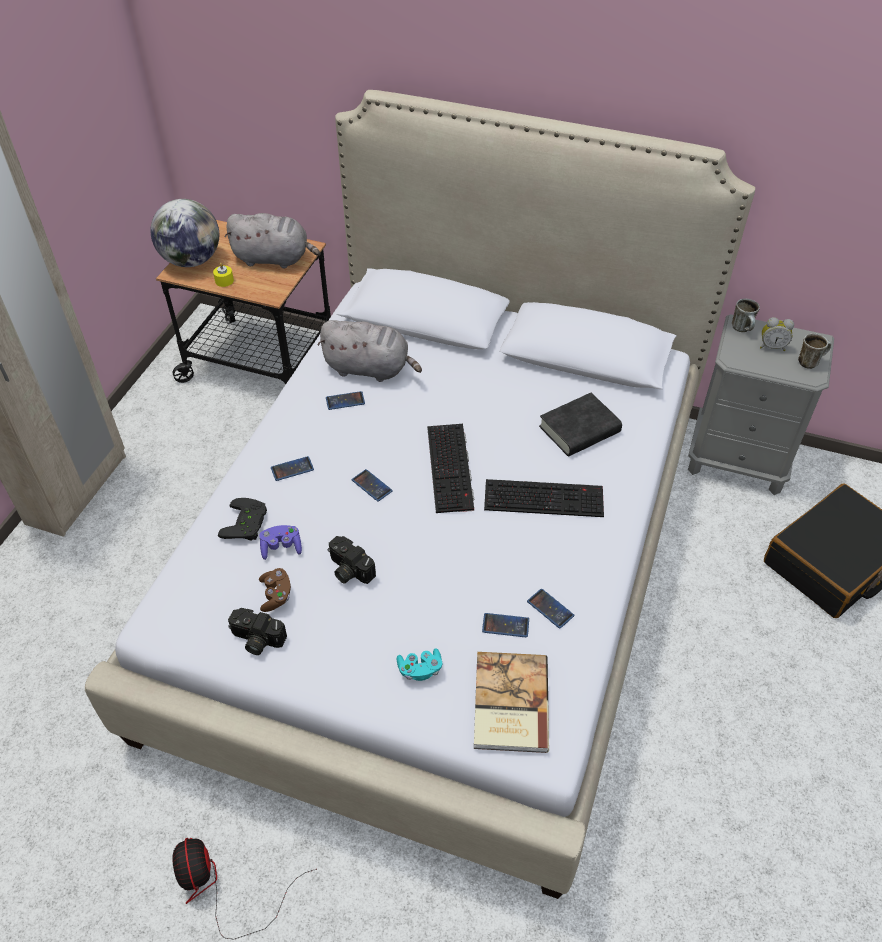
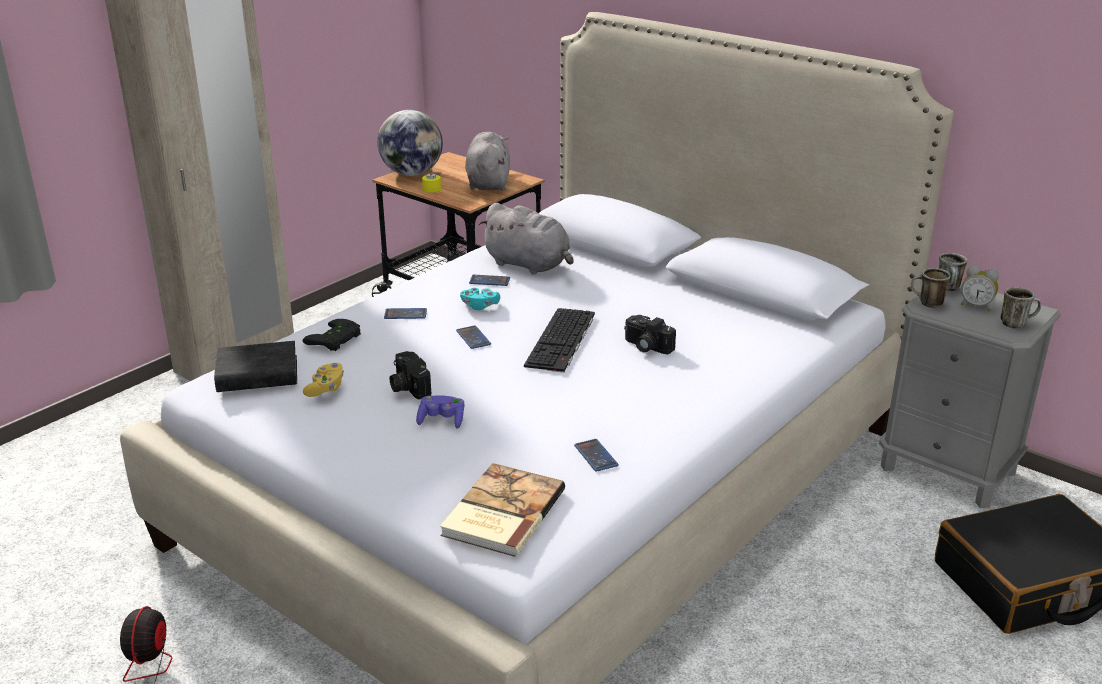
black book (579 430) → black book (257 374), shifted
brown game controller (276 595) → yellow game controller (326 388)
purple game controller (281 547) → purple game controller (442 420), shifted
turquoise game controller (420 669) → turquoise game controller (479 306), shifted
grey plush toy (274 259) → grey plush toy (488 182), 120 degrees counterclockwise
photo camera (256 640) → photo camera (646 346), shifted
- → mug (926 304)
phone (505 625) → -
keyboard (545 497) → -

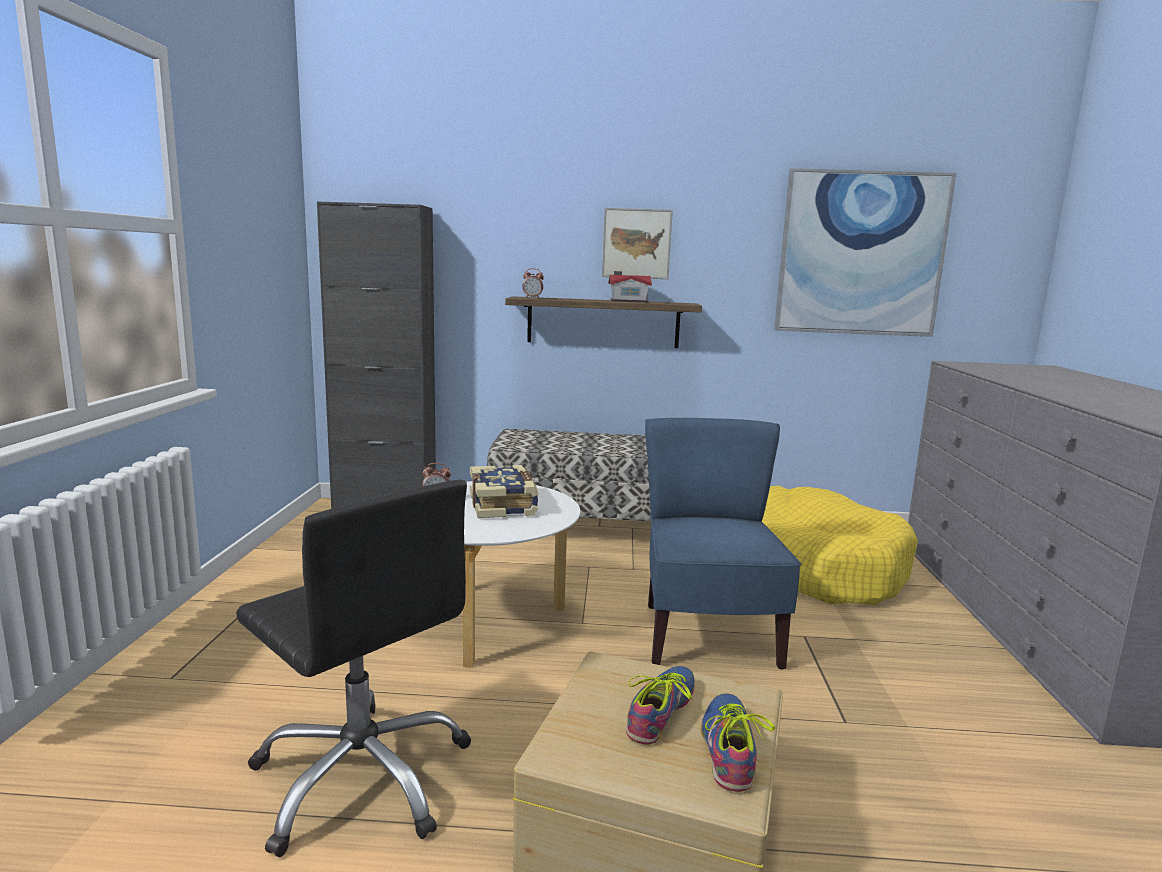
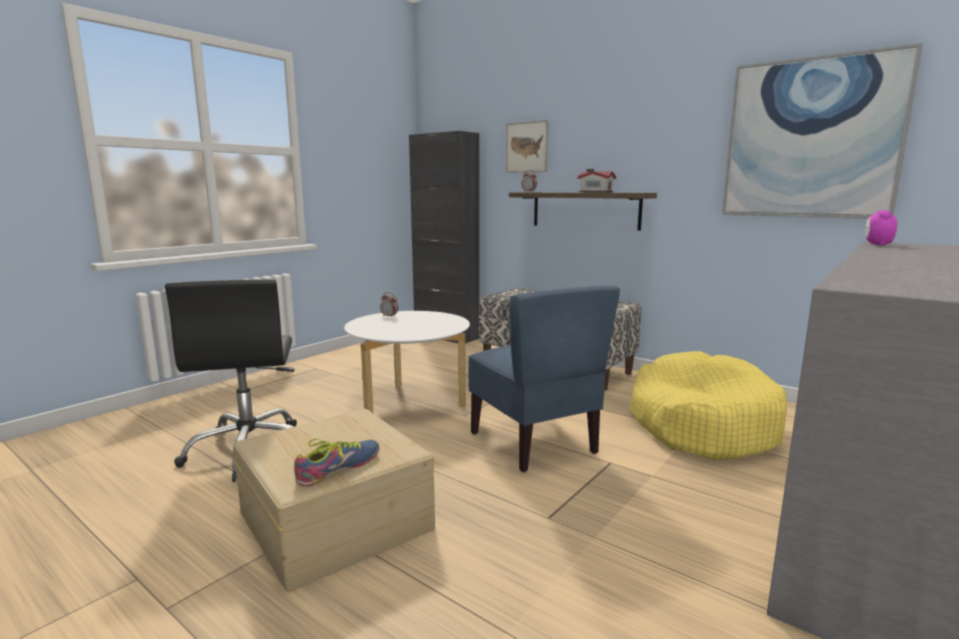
blue chair (707 635) → blue chair (534 443), 120 degrees clockwise
picture (636 243) → picture (527 147), shifted
- → alarm clock (877 244)
book (504 505) → -
shoe (660 711) → -

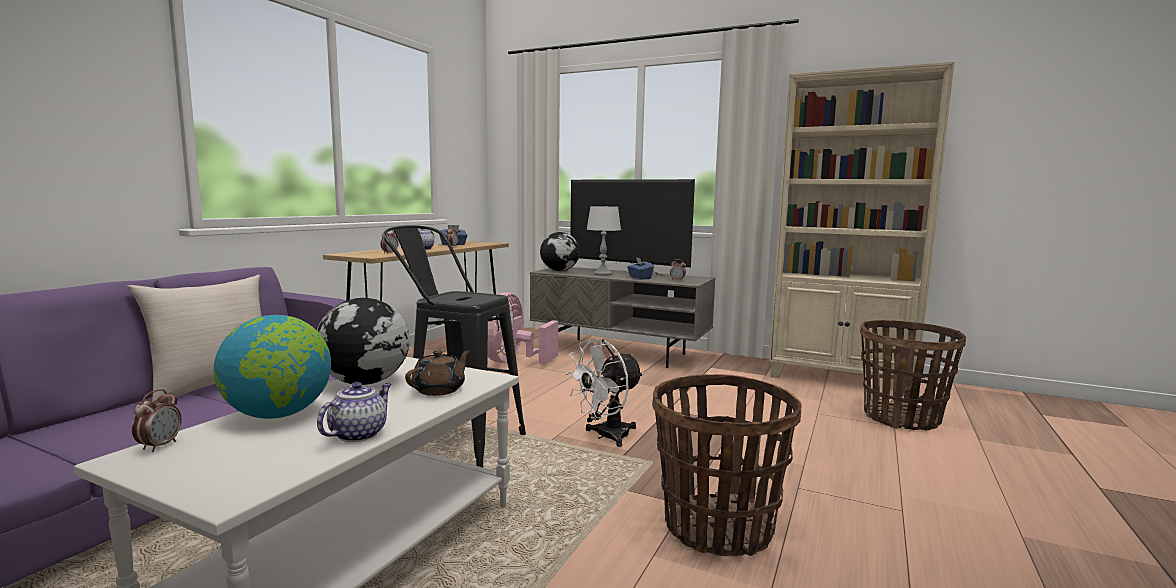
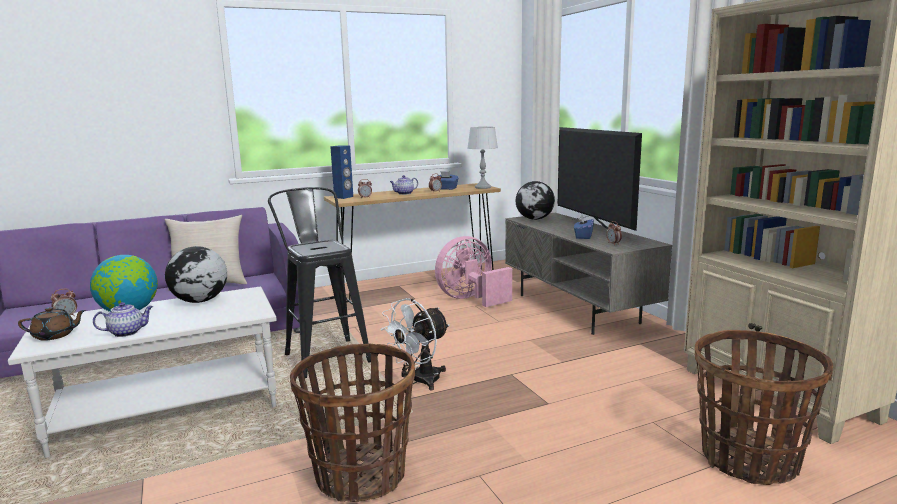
brown teapot (440 390) → brown teapot (55 335), shifted
- → blue speaker (344 197)
white fan (606 436) → white fan (419 381), 45 degrees counterclockwise
grey table lamp (602 274) → grey table lamp (482 187), shifted

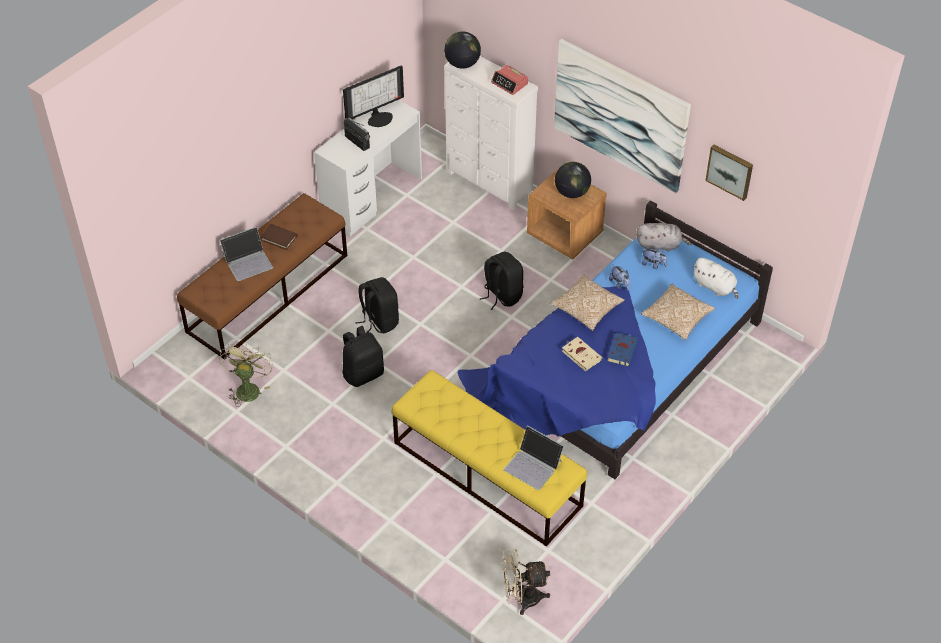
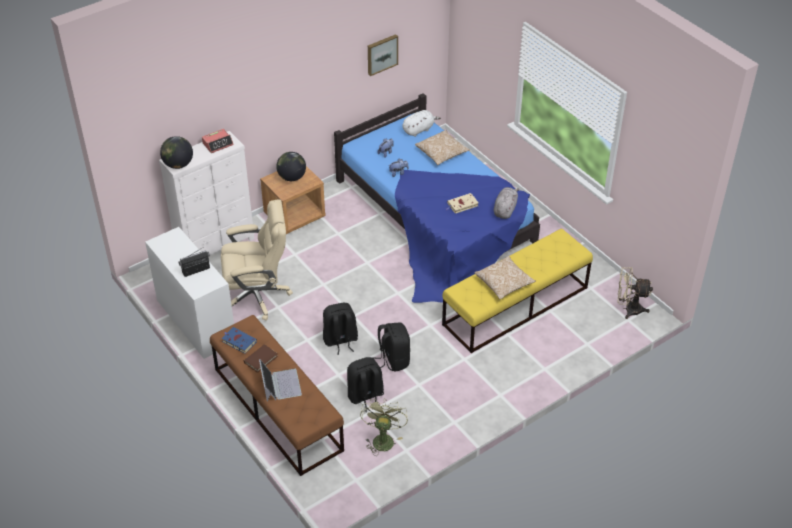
- → beige office chair (257 295)
blue book (622 350) → blue book (238 341), shifted
black backpack (501 295) → black backpack (365 396), shifted
green fan (248 388) → green fan (382 438), 75 degrees clockwise
pillow (586 309) → pillow (504 283), shifted
grey plush toy (660 245) → grey plush toy (505 210), shifted
beige fan (522 598) → beige fan (628 309), 90 degrees clockwise
monitor (379 117) → -
laptop (533 465) → -
picture (620 115) → -

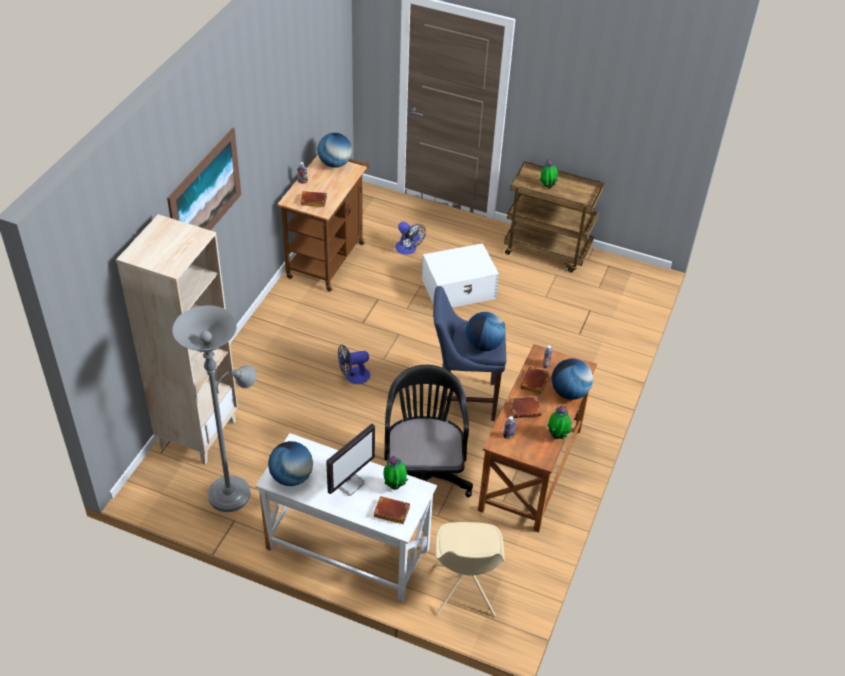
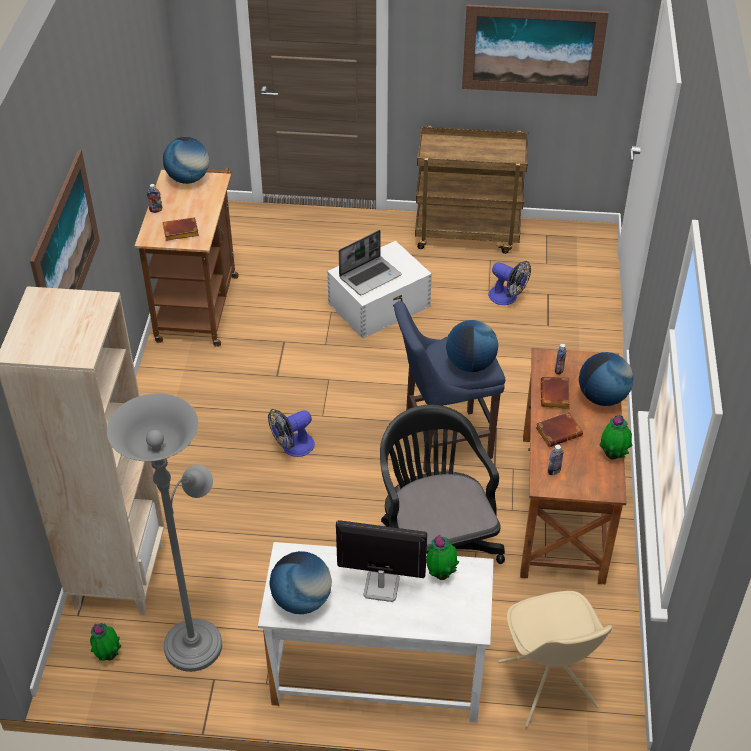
potted plant (547 186) → potted plant (108 655), shifted
monitor (349 482) → monitor (380 587), 105 degrees counterclockwise
- → laptop (370 276)
- → picture (533 50)
fan (408 249) → fan (507 298), shifted
brown book (390 512) → -

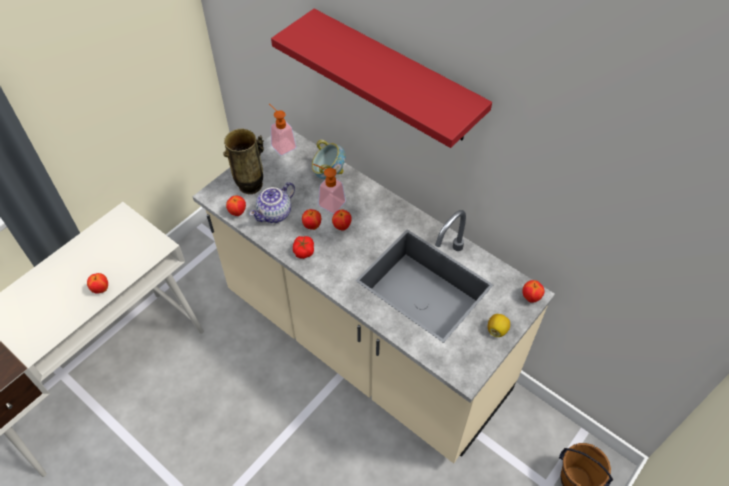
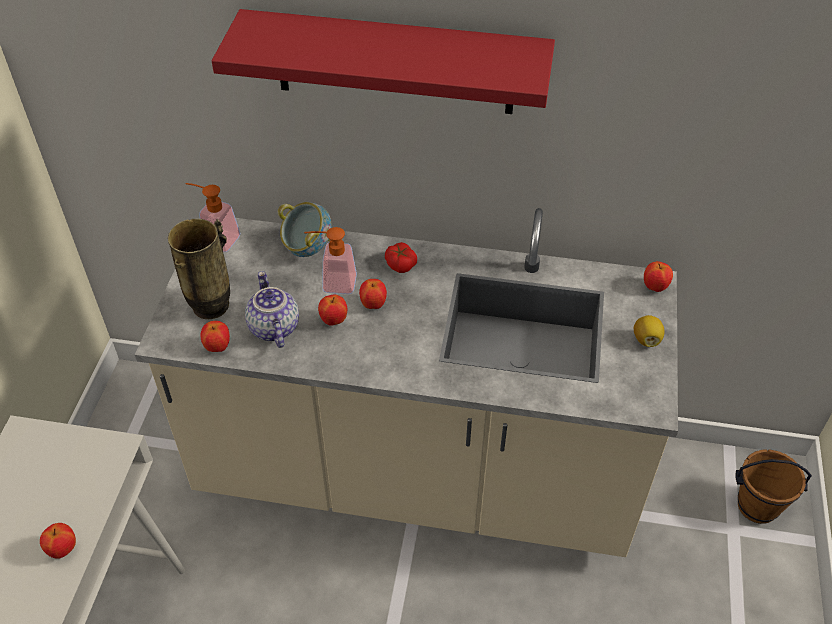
teapot (275 214) → teapot (272 327), 150 degrees clockwise
tomato (303 251) → tomato (400 264), shifted

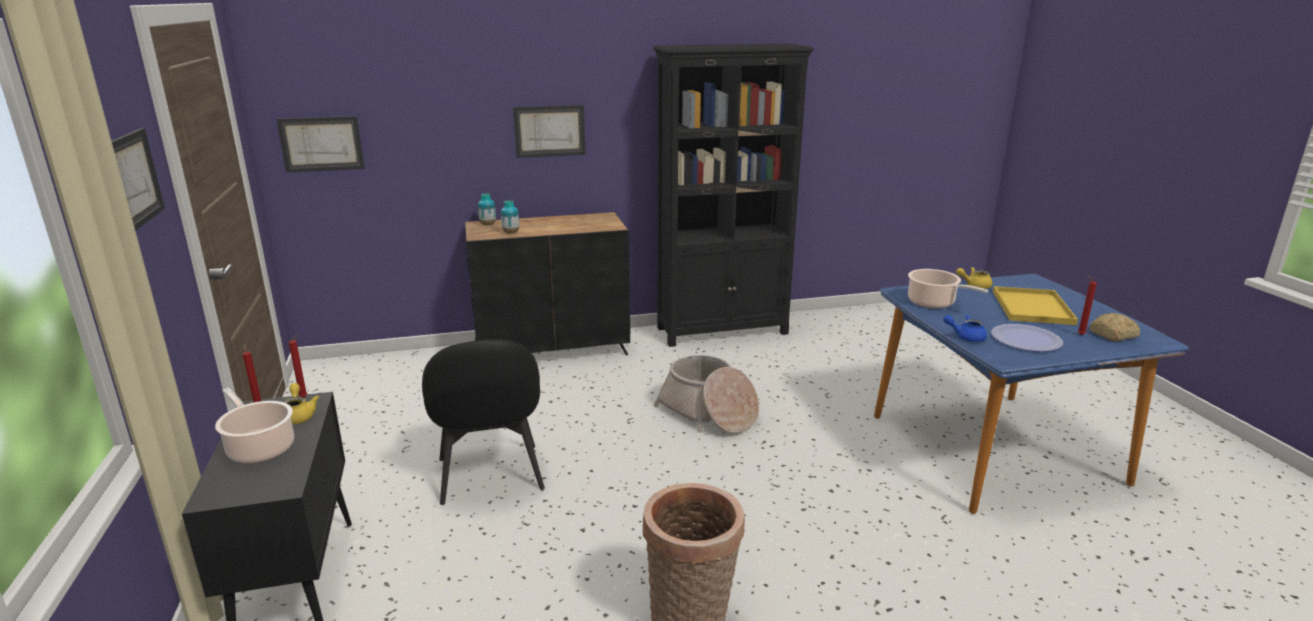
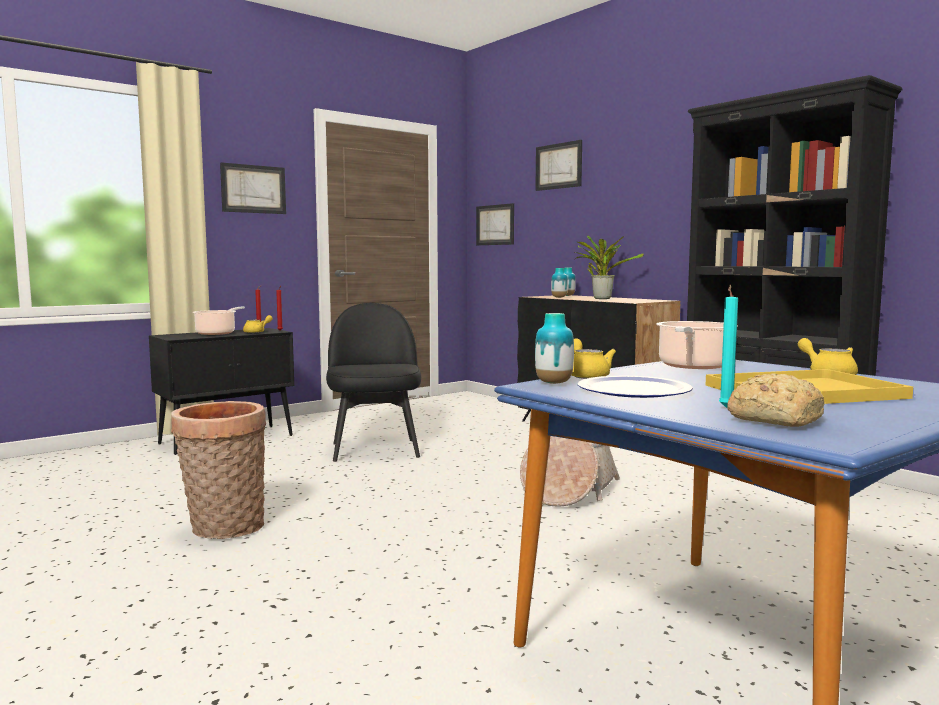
black chair (490 476) → black chair (375 449), 120 degrees clockwise
picture (549 131) → picture (558 166), shifted
- → vase (554 383)
blue teapot (965 337) → yellow teapot (586 375)
- → potted plant (601 298)
red candle (1079 334) → turquoise candle (726 407)

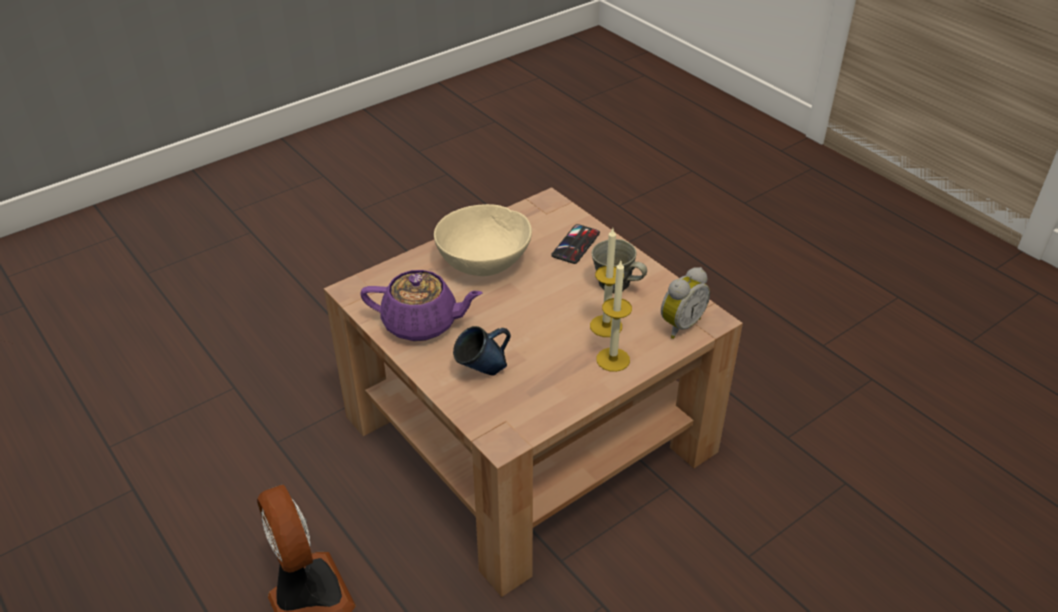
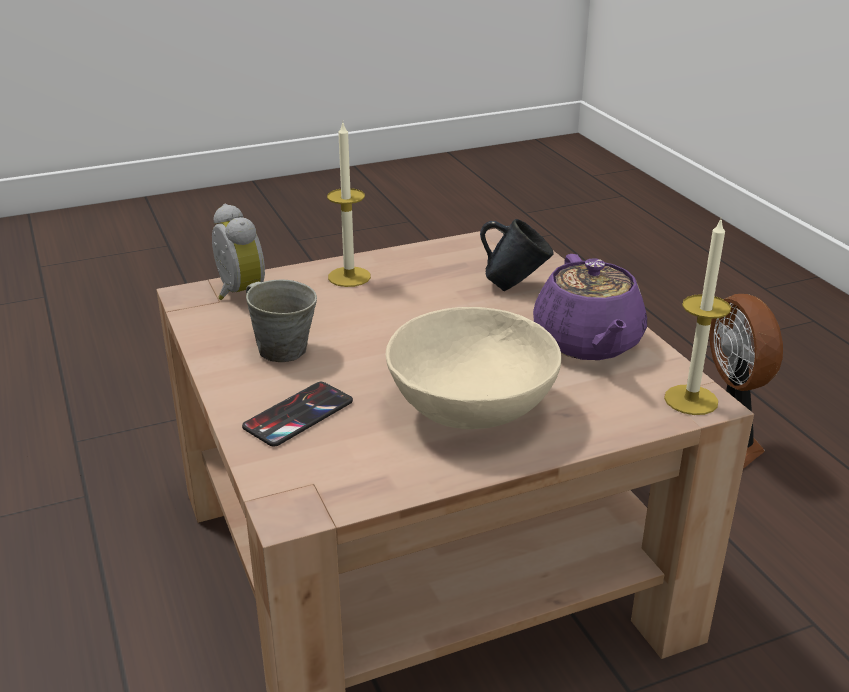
alarm clock (679 325) → alarm clock (237 295), 90 degrees clockwise
purple teapot (422 324) → purple teapot (588 342), 120 degrees counterclockwise
candle (606 326) → candle (691 400), shifted

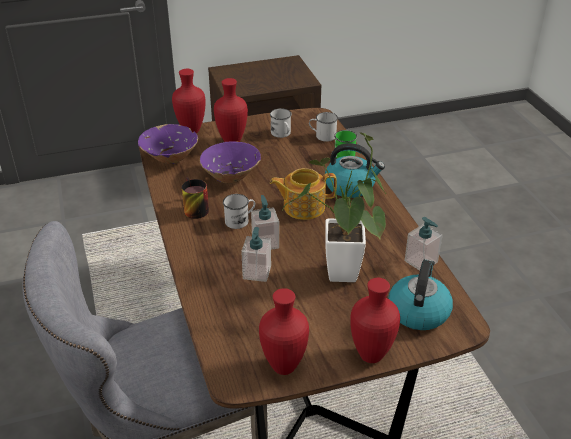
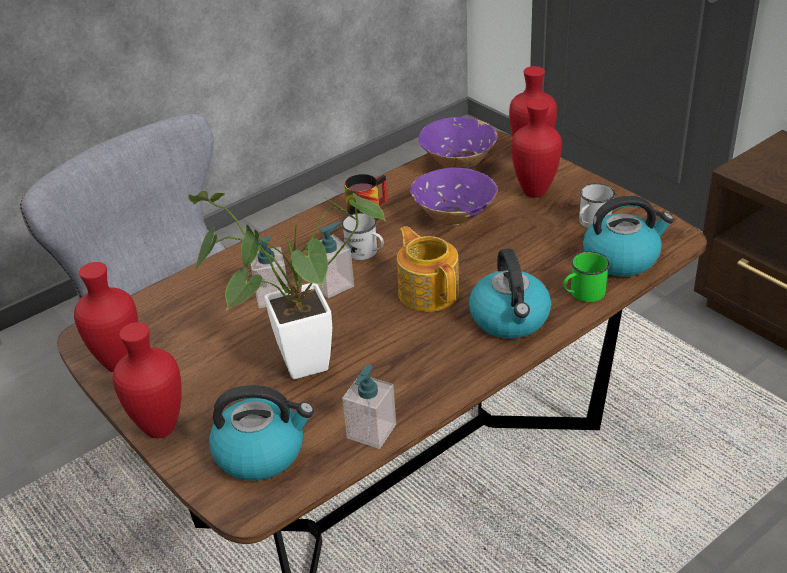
white mug (322 136) → kettle (622 258)

